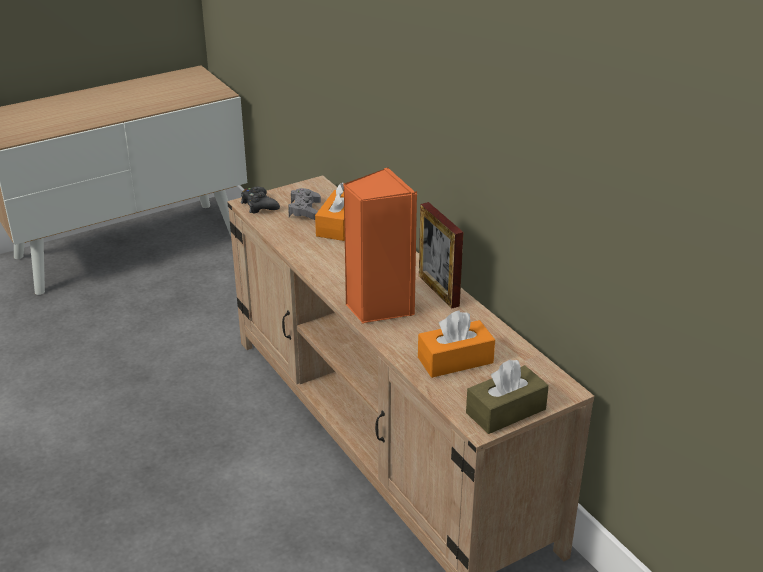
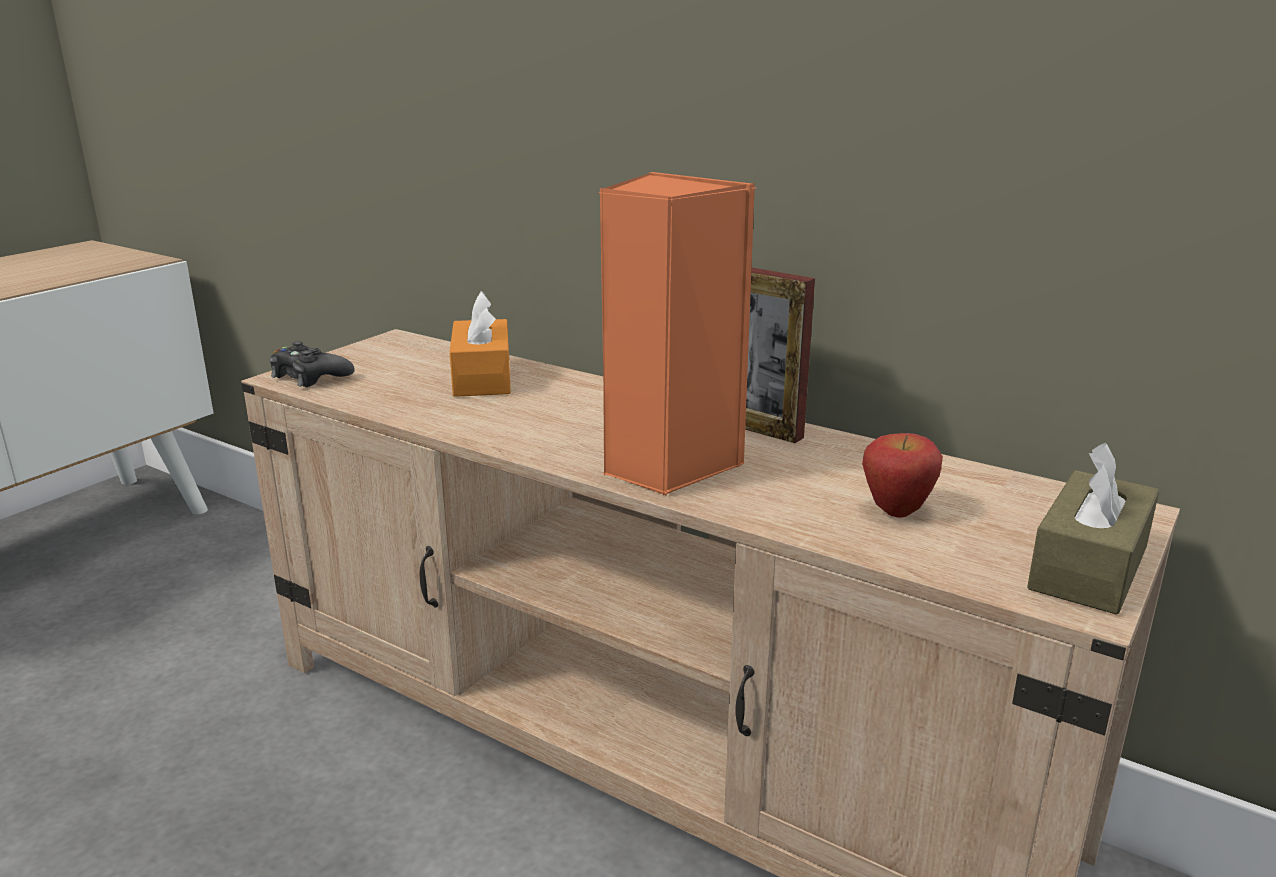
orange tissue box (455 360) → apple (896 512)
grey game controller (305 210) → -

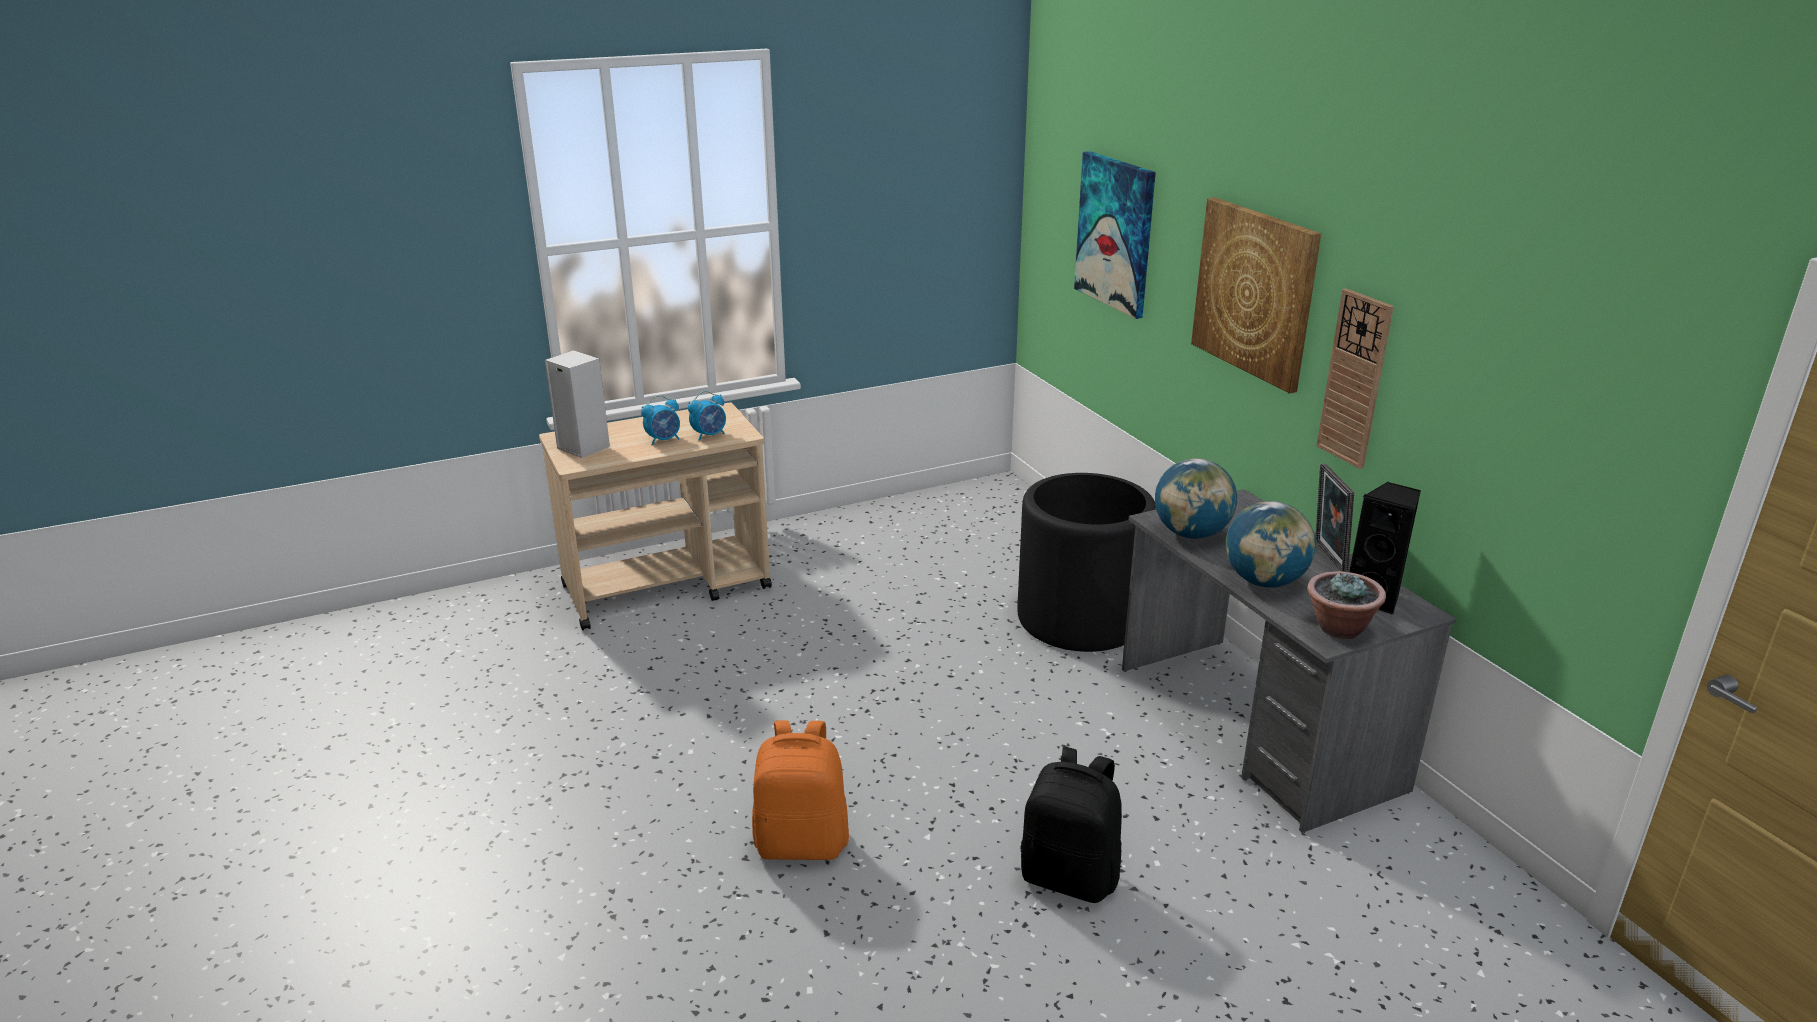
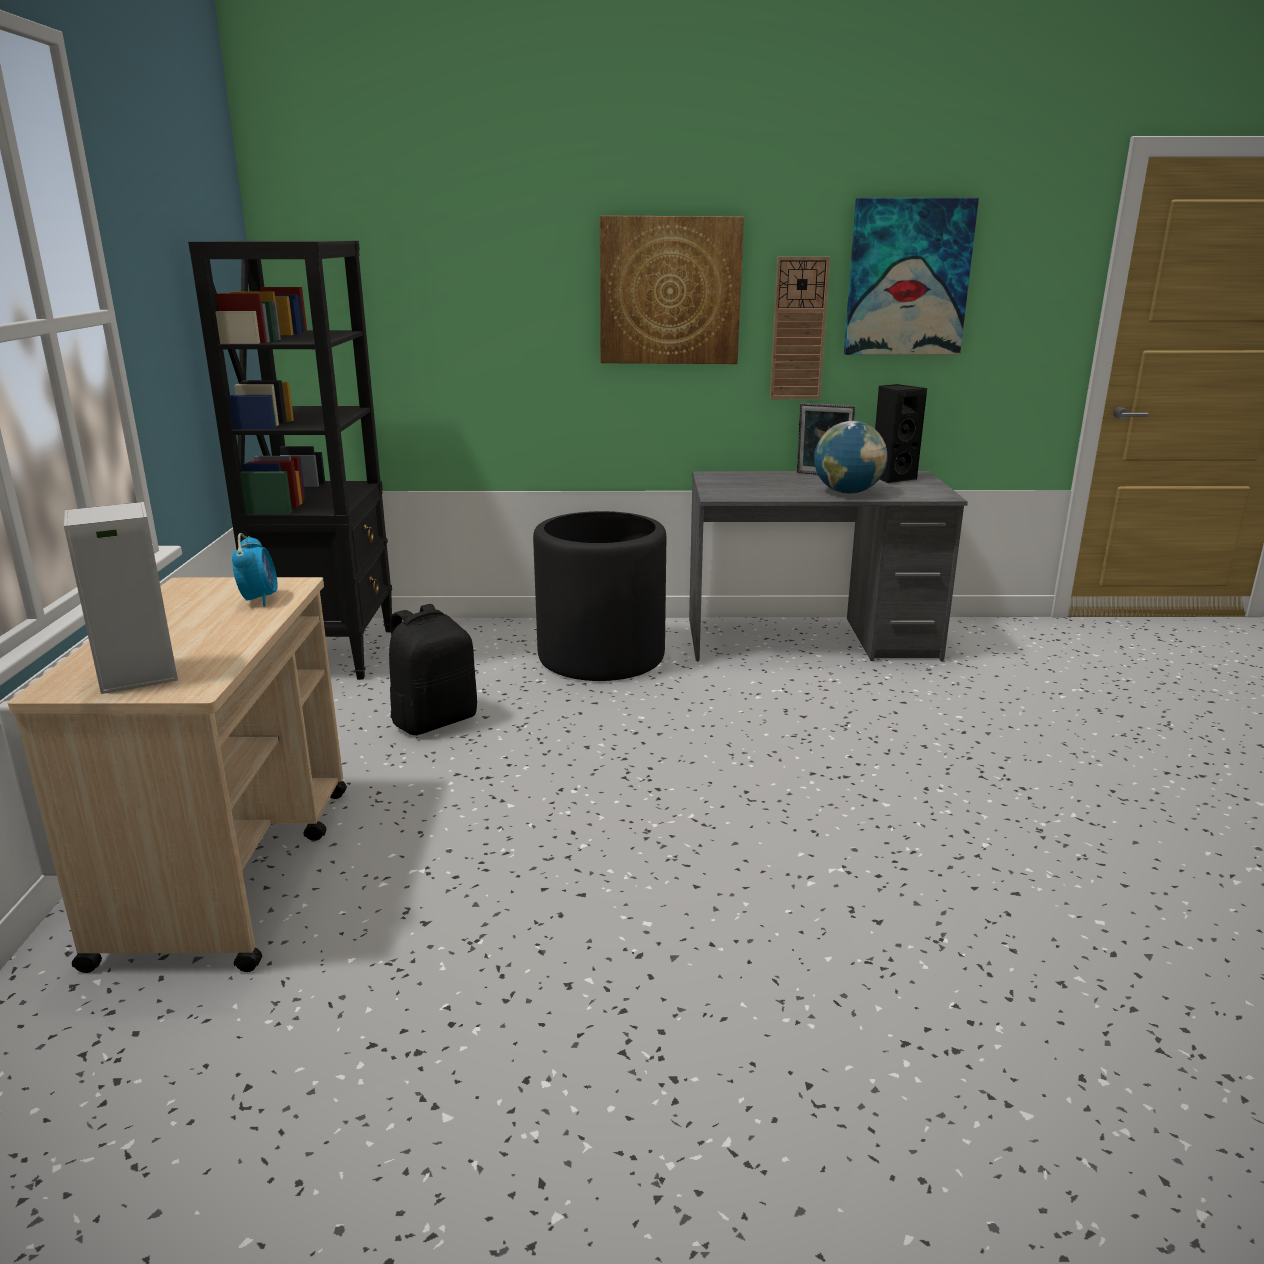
- → black bookcase (331 652)
black backpack (1070 876) → black backpack (434 720), shifted
picture (1115 233) → picture (908 278), shifted
alarm clock (664 440) → -
orange backpack (802 842) → -
globe (1191 534) → -
potted plant (1339 629) → -

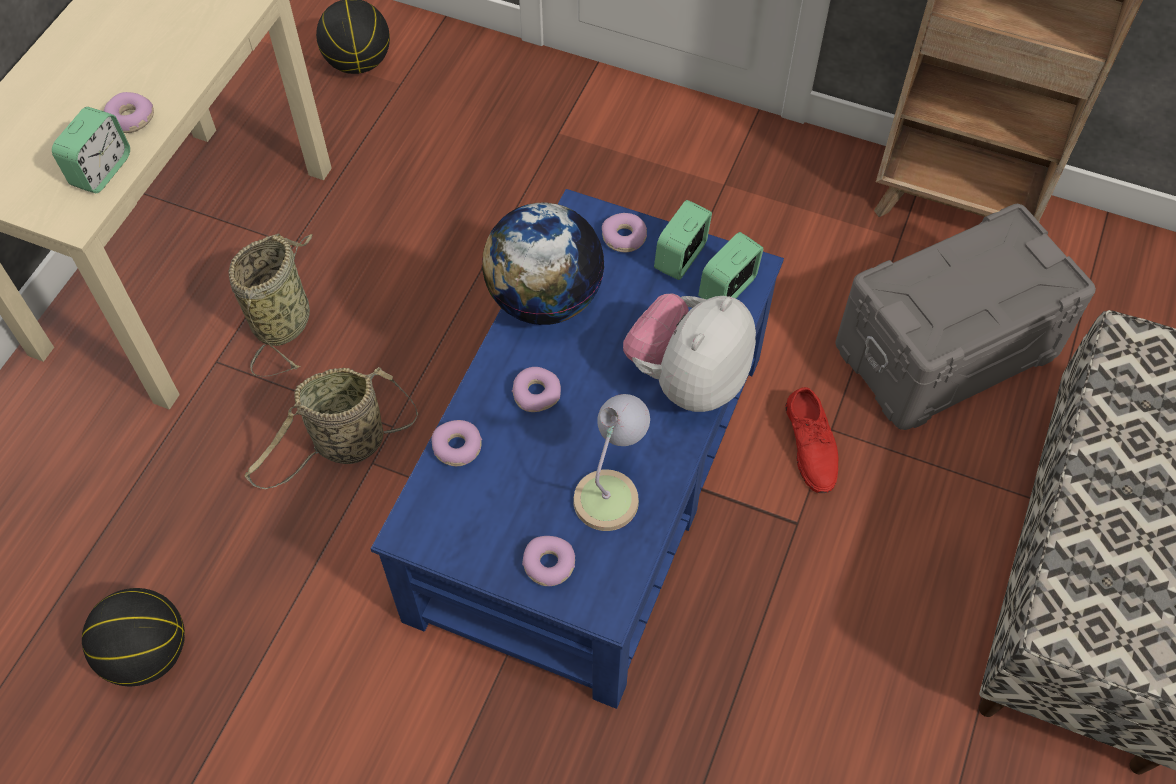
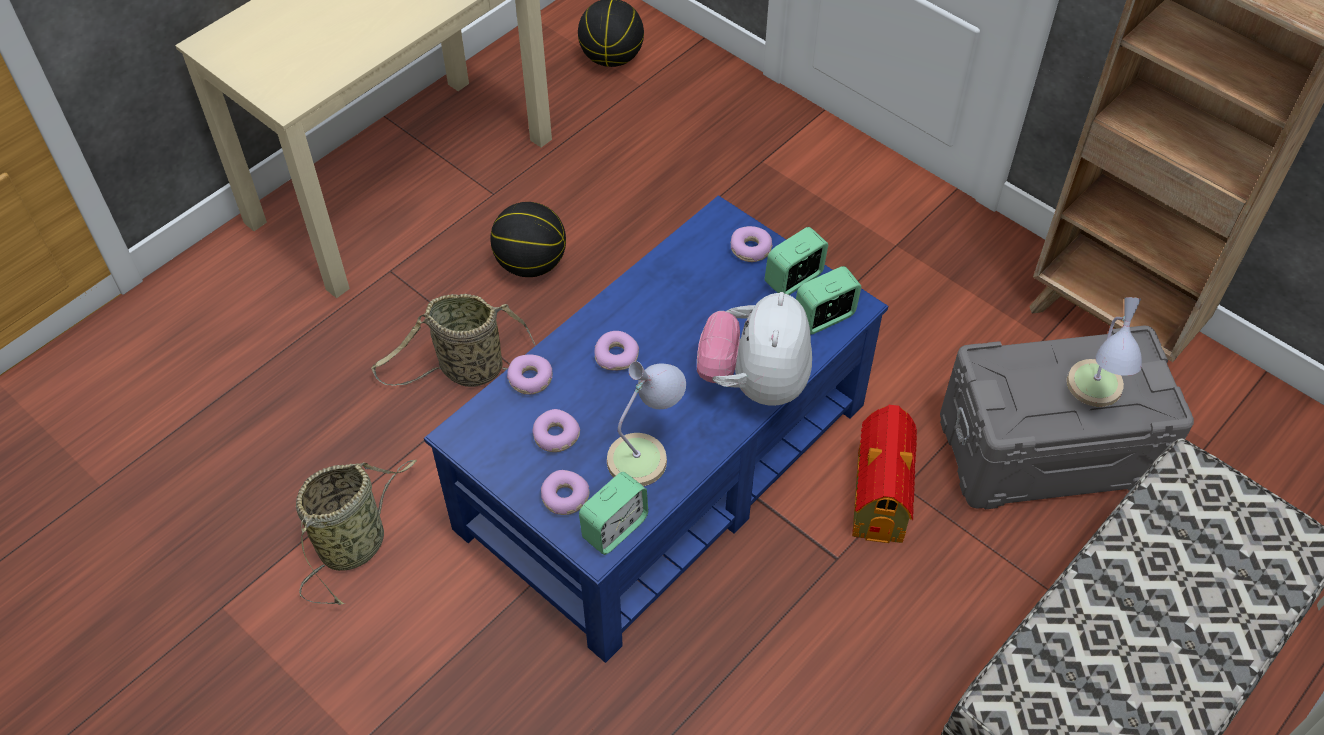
basket (284 319) → basket (356 542), shifted
basketball (147 653) → basketball (531 263), shifted
donut (130 119) → donut (555 436), shifted
alarm clock (101 170) → alarm clock (614 528), shifted
plush toy (688 379) → plush toy (754 382), 45 degrees counterclockwise
red shoe (811 444) → toy house (880 494)
- → table lamp (1094 394)
globe (544 299) → -

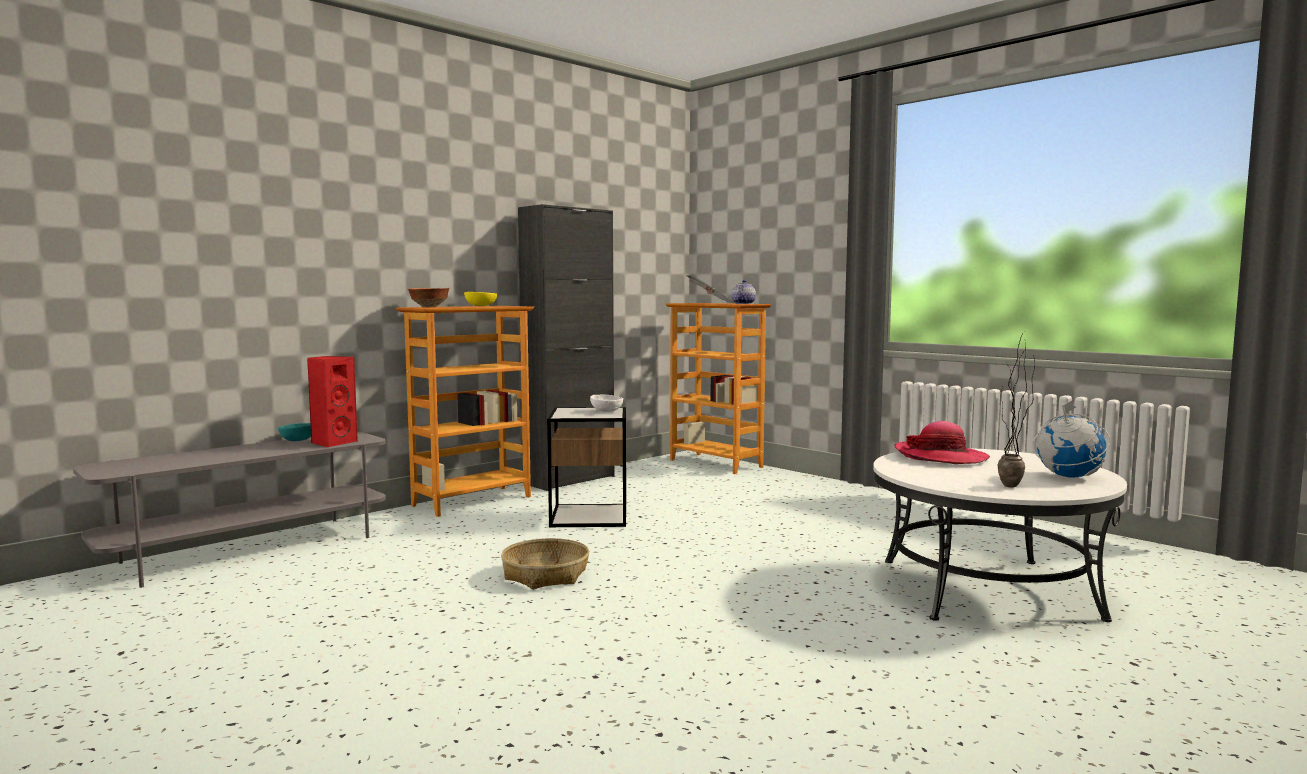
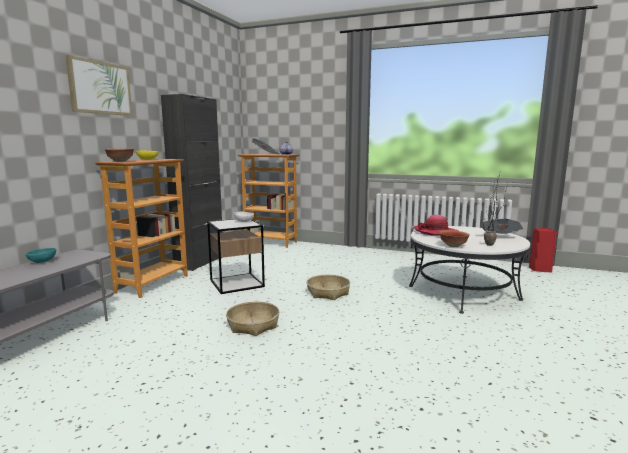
- → picture (100 88)
- → basket (328 292)
- → bowl (453 246)
globe (1067 477) → newspaper (500 237)
red speaker (333 442) → red speaker (539 269), shifted

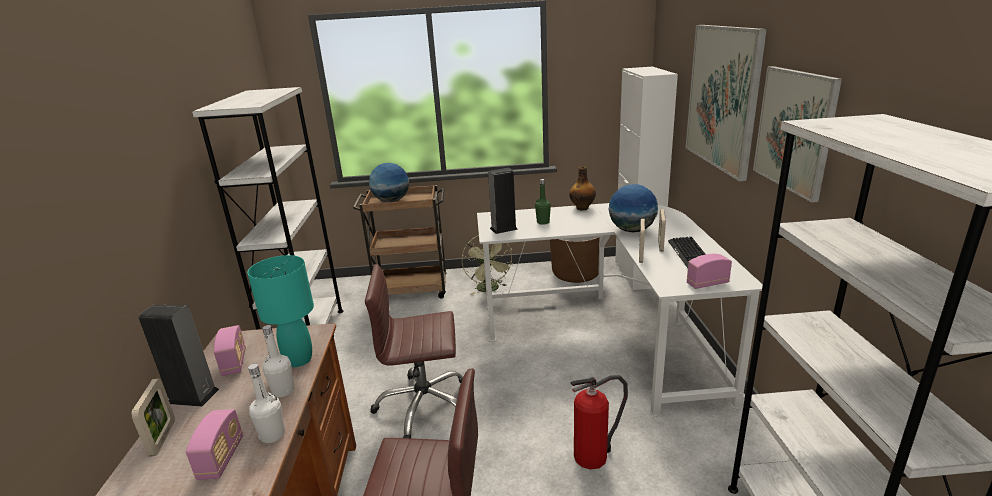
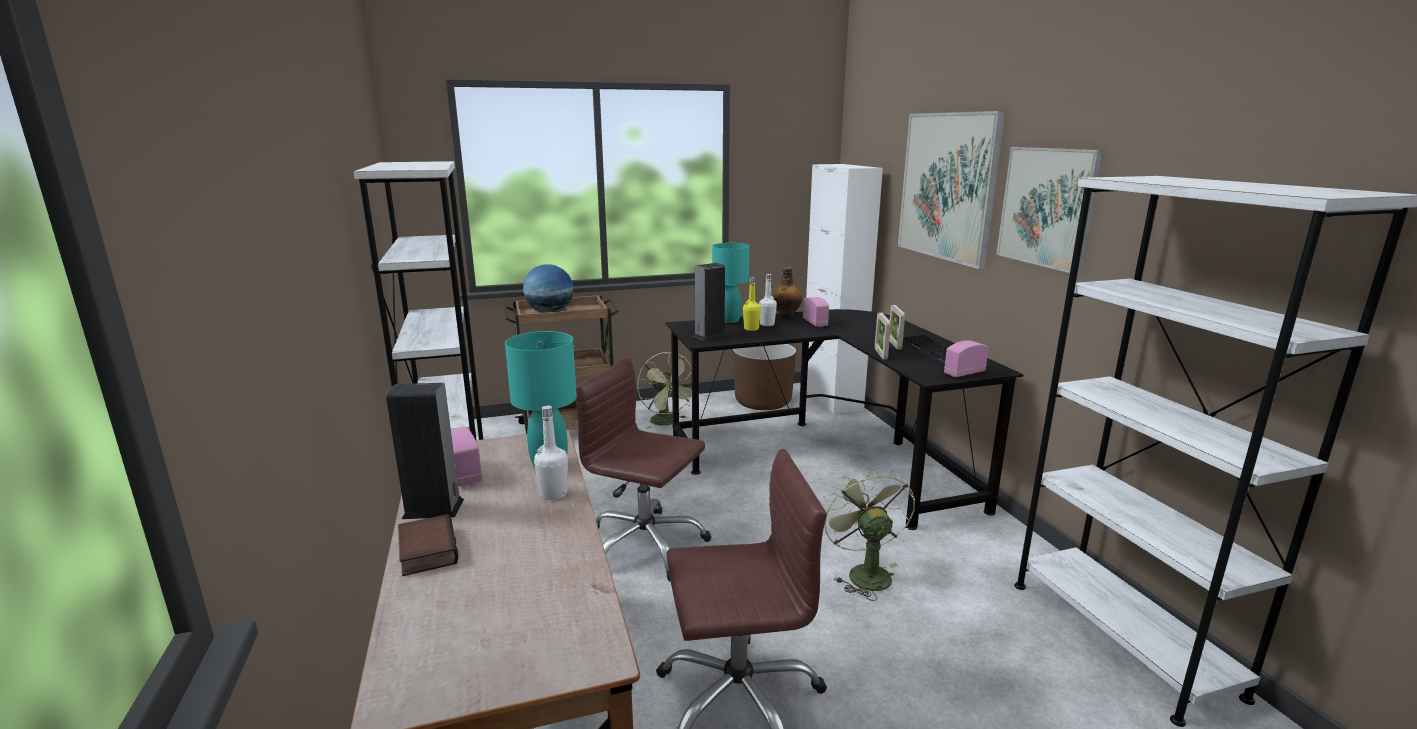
picture frame (163 438) → book (425 551)
brown office chair (424 406) → brown office chair (644 546), 45 degrees clockwise
white desk (609 334) → black desk (828 458)
- → turquoise table lamp (729 320)
green bottle (543 222) → yellow bottle (751 329)
white bottle (272 435) → white bottle (767 324), shifted
radio (221 458) → radio (815 323), shifted
fire extinguisher (593 455) → green fan (864 572)
globe (632 230) → -

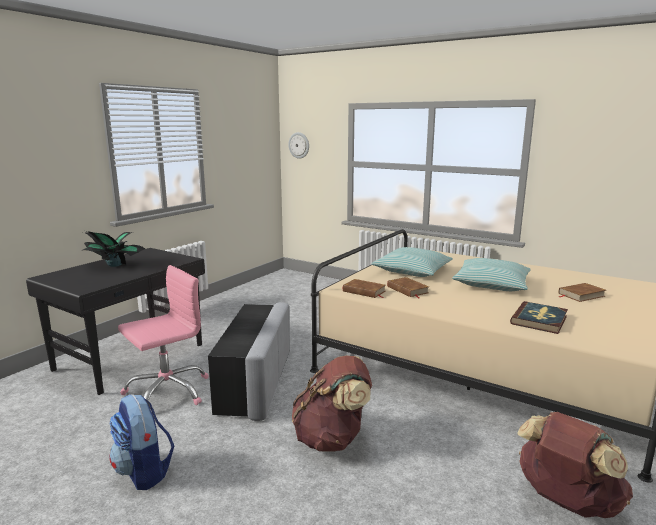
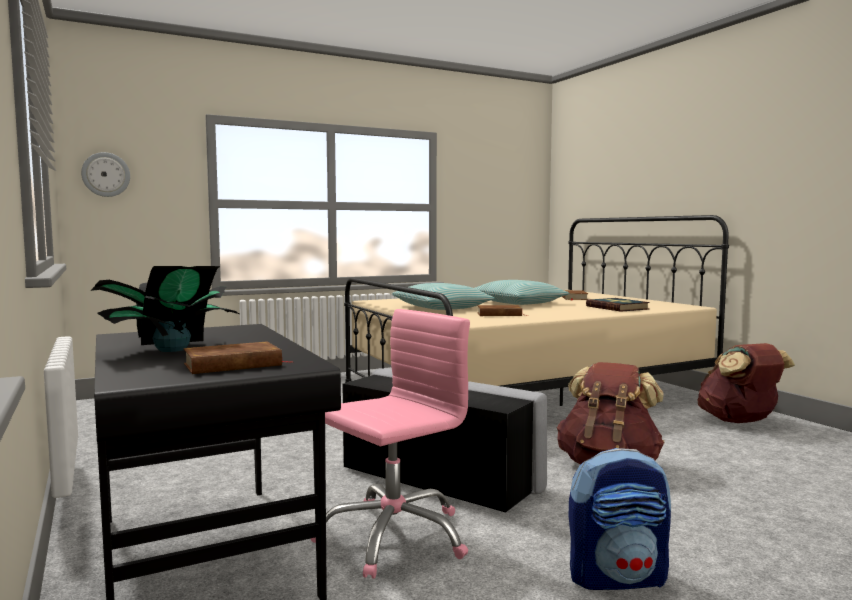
brown book (364 291) → brown book (233 364), shifted
pink office chair (167 391) → pink office chair (393 536), 60 degrees clockwise

